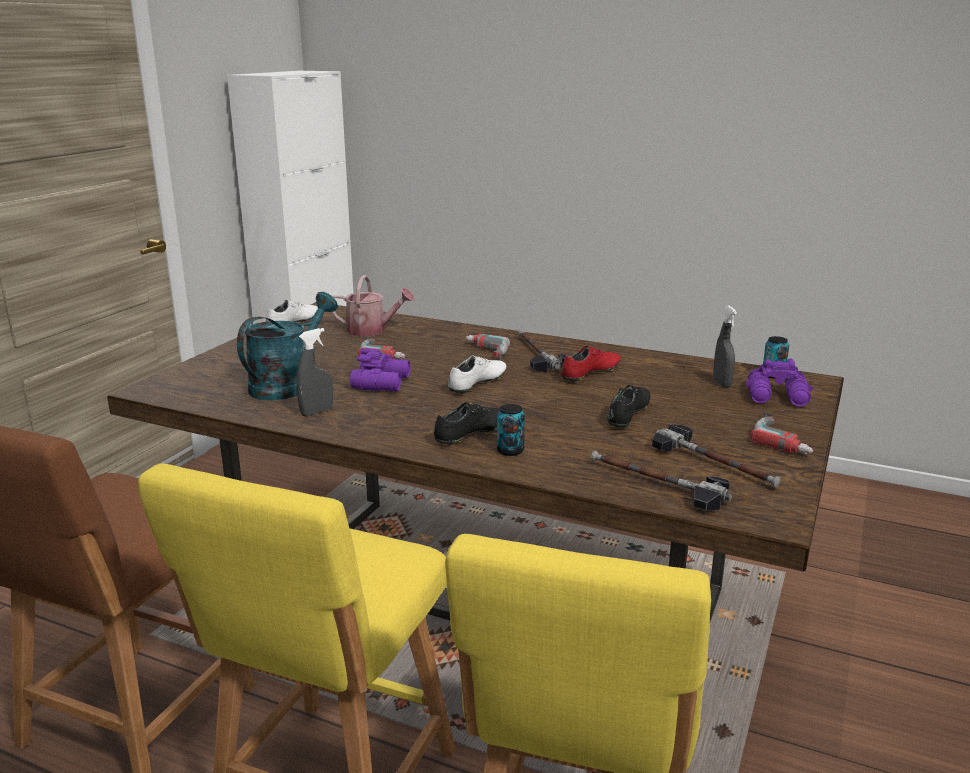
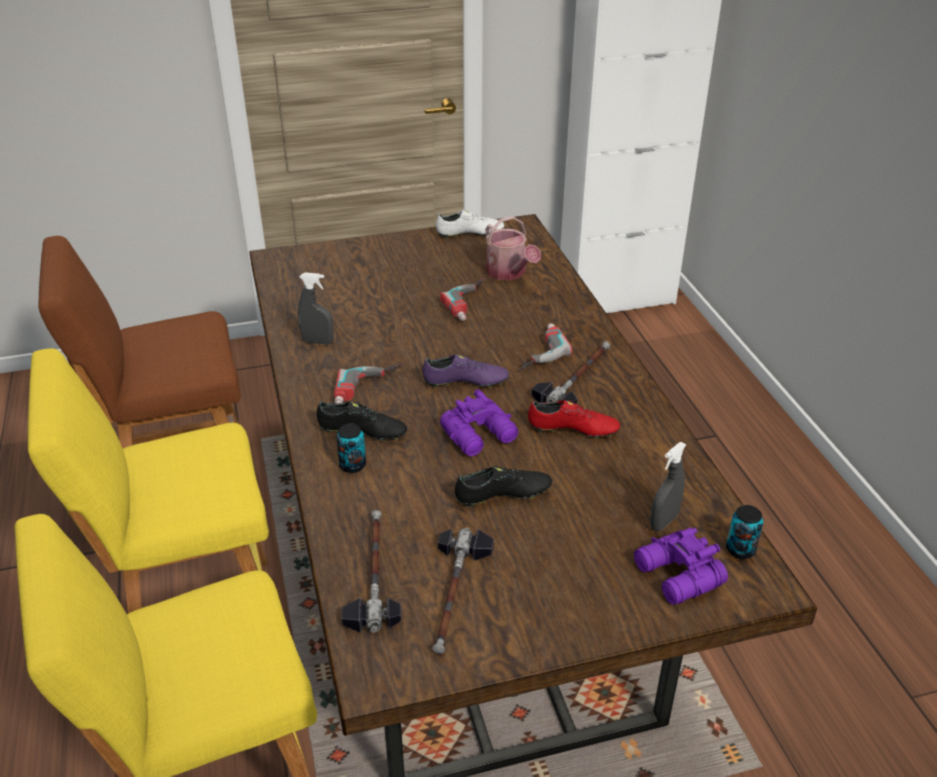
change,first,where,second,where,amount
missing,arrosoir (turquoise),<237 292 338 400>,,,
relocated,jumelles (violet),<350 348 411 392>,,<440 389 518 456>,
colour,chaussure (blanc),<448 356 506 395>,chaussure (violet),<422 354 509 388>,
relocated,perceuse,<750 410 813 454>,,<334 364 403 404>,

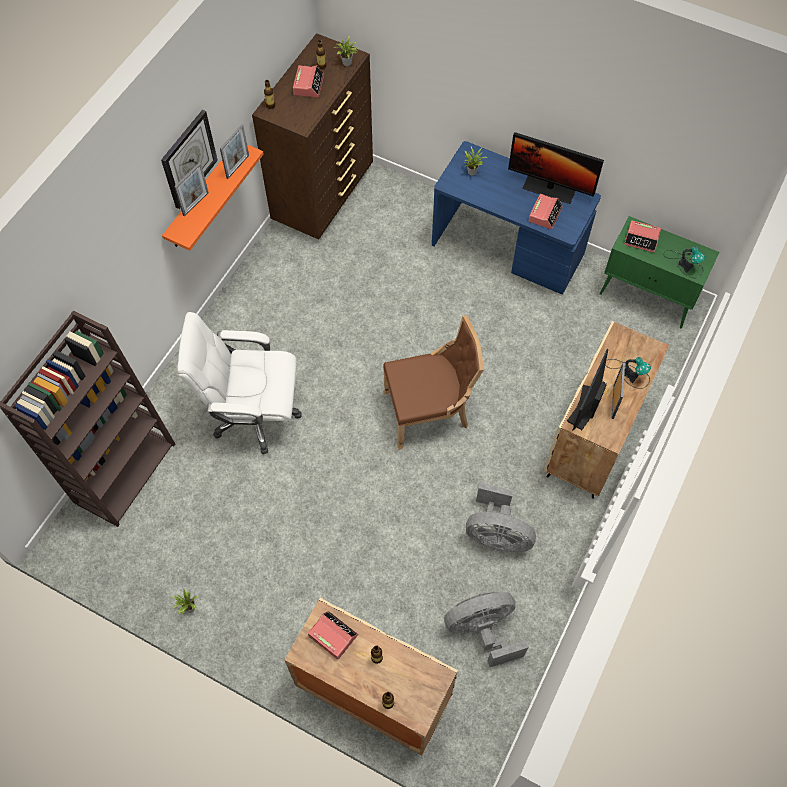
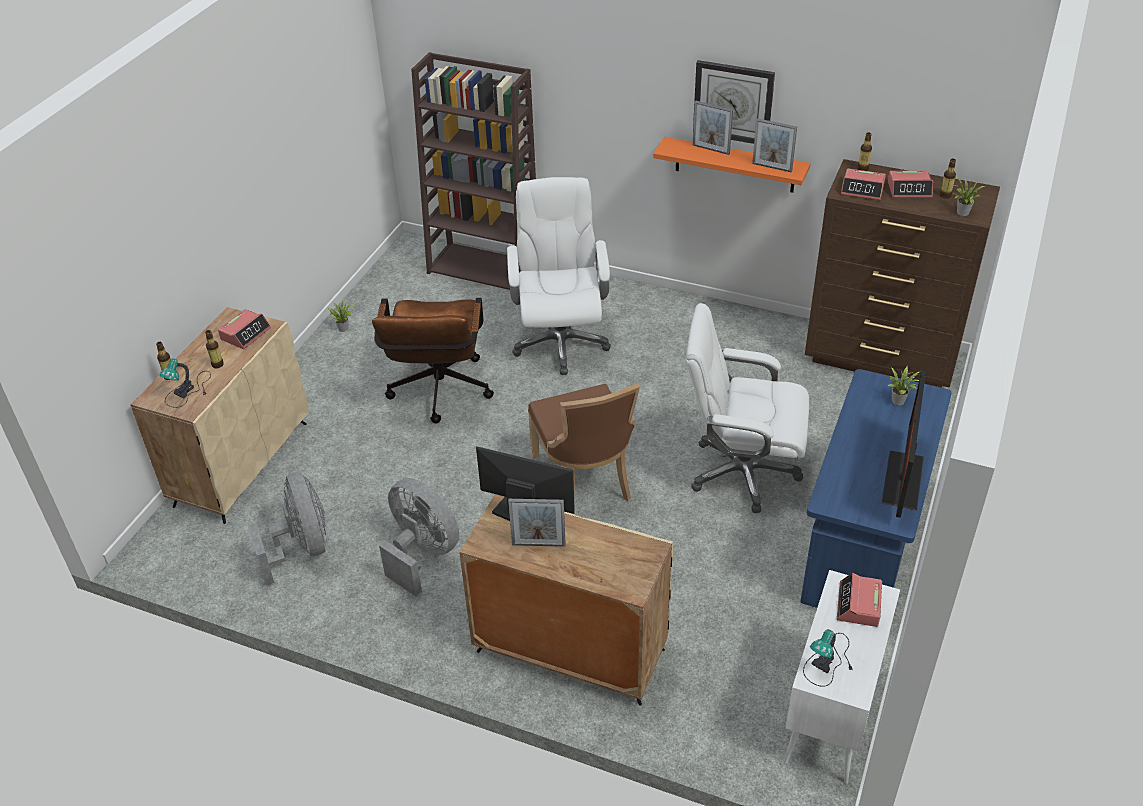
change,first,where,second,where,amount
spun,ventilateur (gris),<466 482 536 552>,,<379 478 459 596>,120 degrees clockwise
relocated,réveil,<529 194 563 229>,,<841 168 886 200>,
colour,meuble de rangement (vert),<600 216 719 328>,meuble de rangement (blanc),<784 570 900 784>,
relocated,lampe de table,<605 357 651 389>,,<160 358 211 408>,
appeared,,,chaise de bureau (marron),<372 298 494 424>,
appeared,,,chaise de bureau (blanc),<686 303 809 513>,

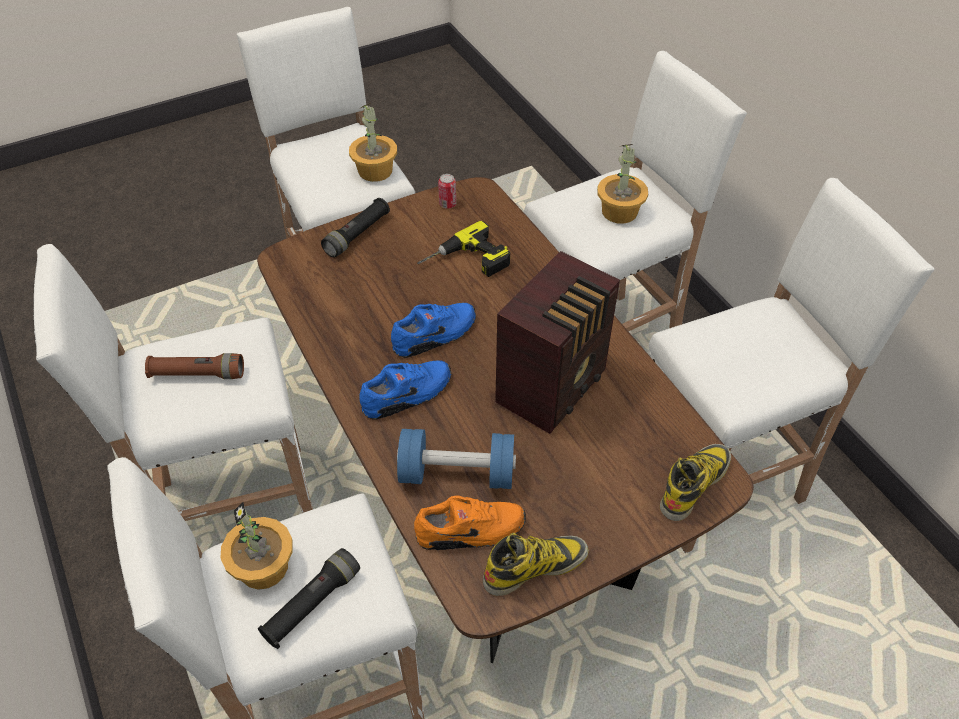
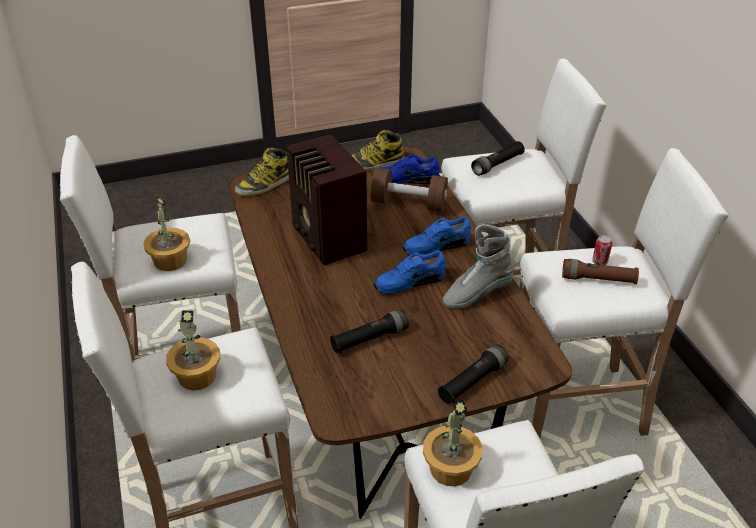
change,first,where,second,where,amount
relocated,plante en pot,<221 502 293 590>,,<143 196 190 271>,
colour,haltère (bleu),<397 429 516 489>,haltère (marron),<371 168 448 212>,
colour,chaussure (orange),<414 496 526 550>,chaussure (bleu),<380 154 440 184>,
exchanged,perceuse,<417 221 510 277>,lampe de poche (noir),<330 309 409 353>,
relocated,boîte métallique,<438 174 456 208>,,<592 235 612 265>,
spun,radio,<495 251 620 434>,,<286 135 367 266>,75 degrees counterclockwise
appeared,,,botte (gris),<443 224 515 309>,

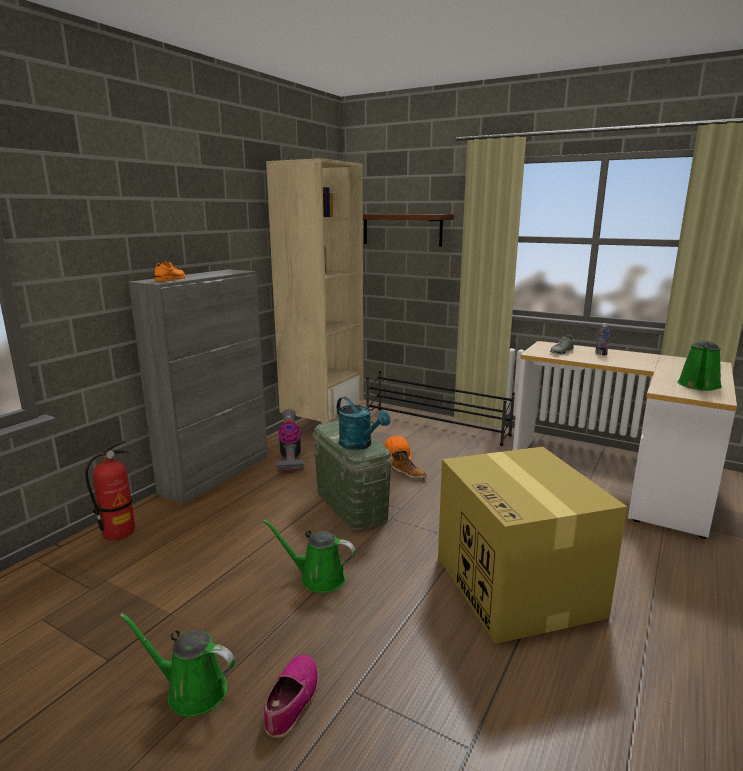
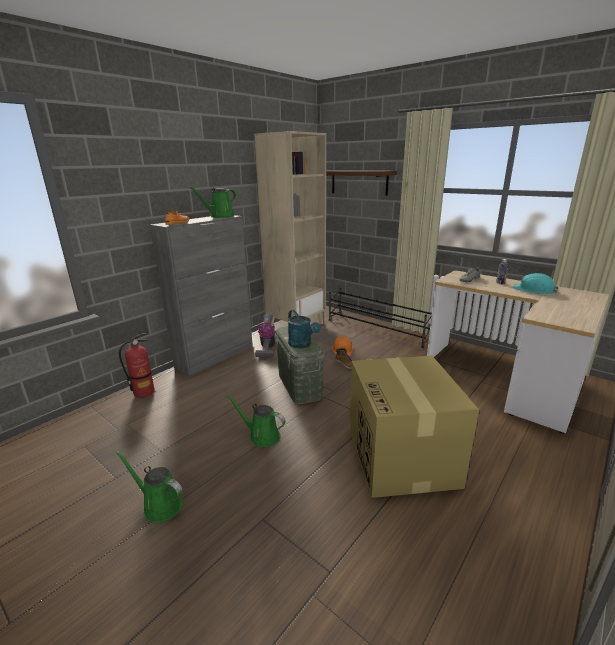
change,first,where,second,where,amount
missing,chaussure,<264 654 319 738>,,,
relocated,arrosoir (vert),<677 341 722 391>,,<189 186 236 218>,
appeared,,,casque de chantier (turquoise),<513 273 559 294>,

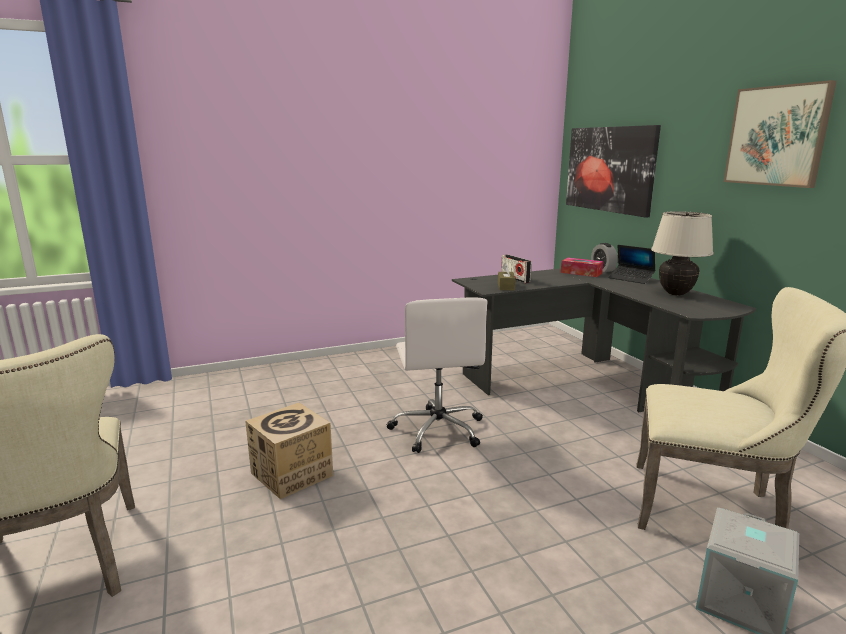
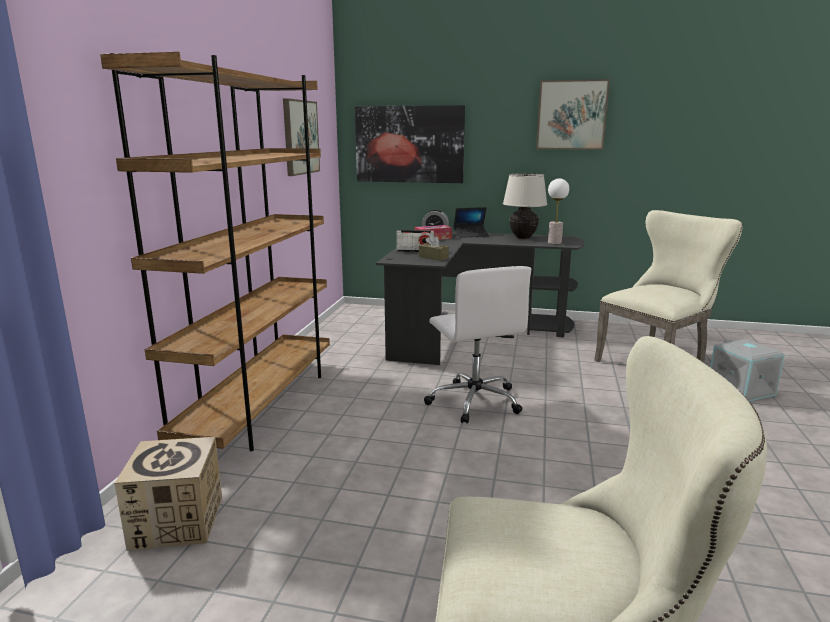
change,first,where,second,where,amount
relocated,carton,<245 403 333 499>,,<114 437 222 551>,
spun,chaise de bureau (blanc),<387 297 488 453>,,<424 266 531 424>,45 degrees clockwise
appeared,,,bibliothèque (marron),<100 52 330 451>,
appeared,,,tableau,<283 98 320 176>,
appeared,,,lampe de table,<548 178 569 244>,

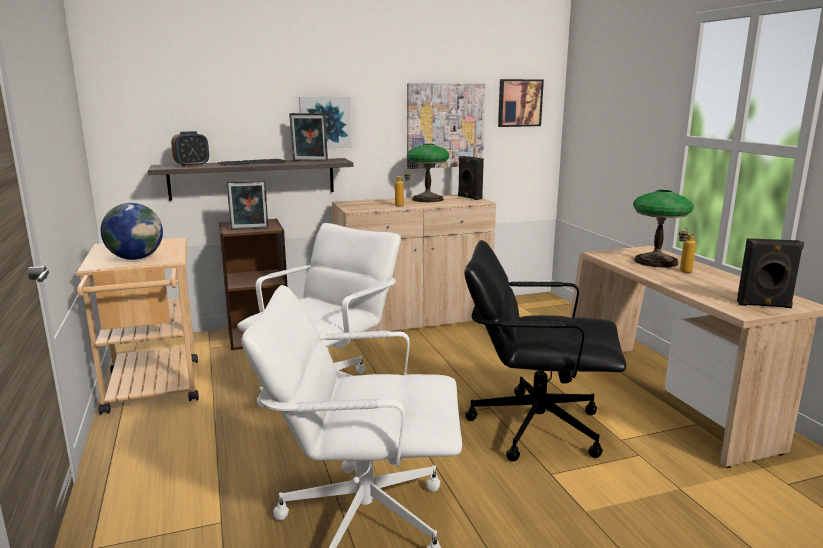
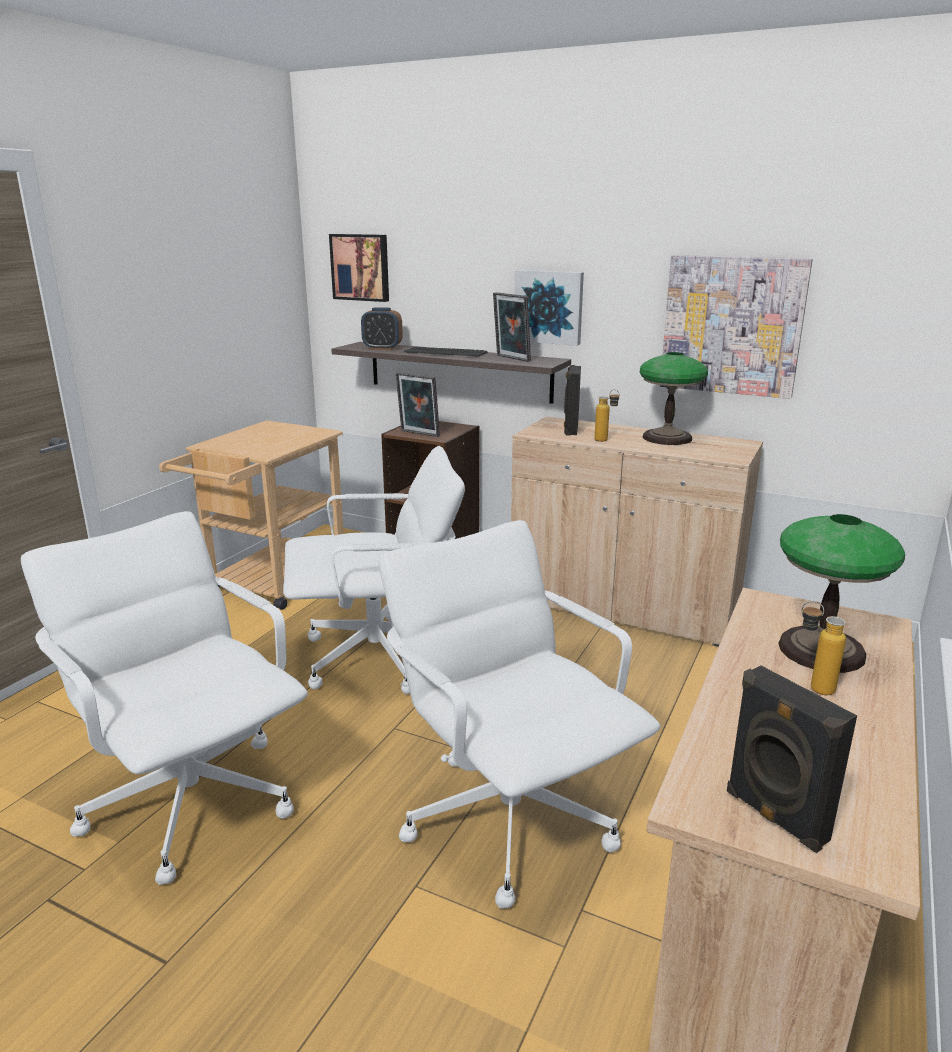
change,first,where,second,where,amount
missing,globe,<101 203 163 260>,,,
relocated,enceinte (noir),<458 156 484 200>,,<564 365 581 436>,
colour,chaise de bureau (noir),<464 240 626 462>,chaise de bureau (blanc),<378 520 660 909>,
relocated,tableau,<498 79 544 127>,,<329 234 389 302>,

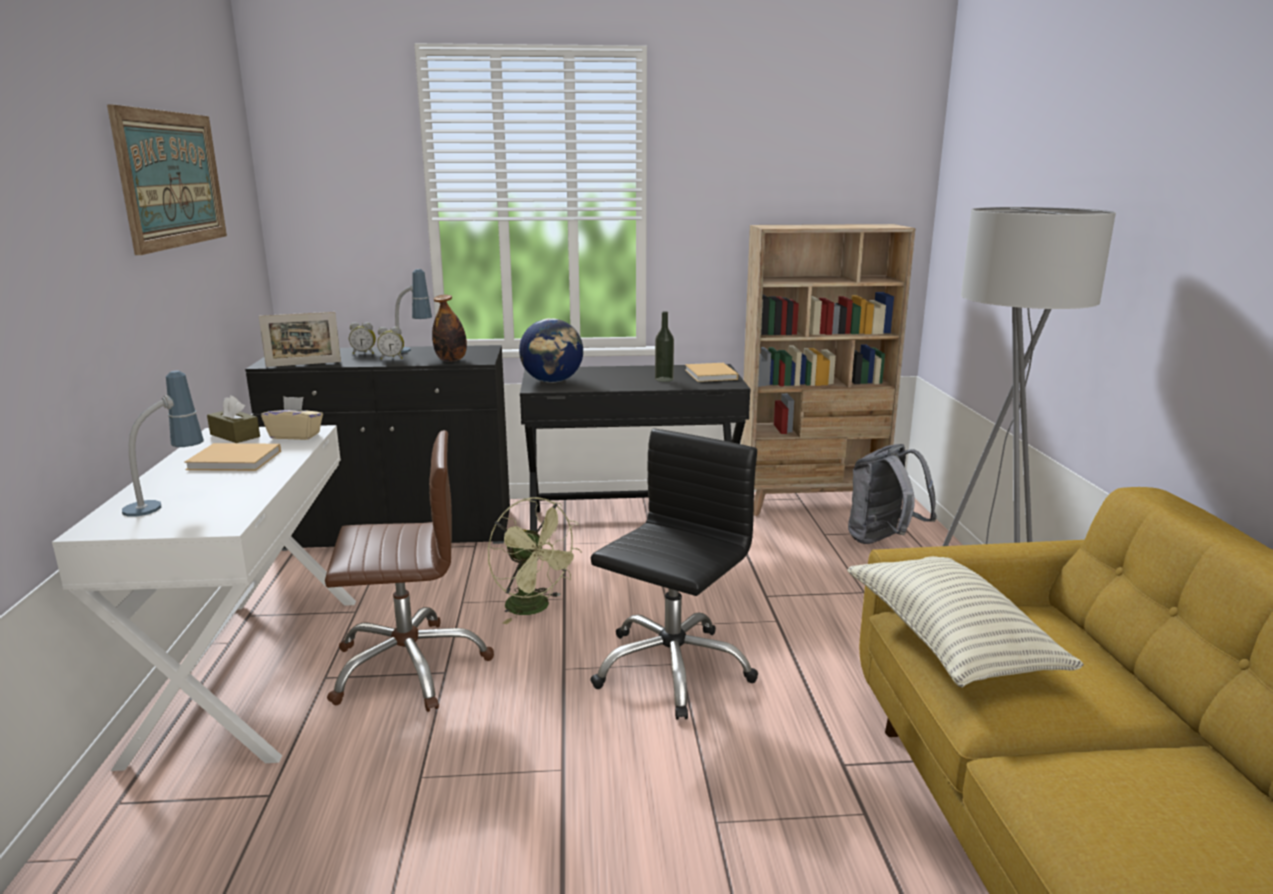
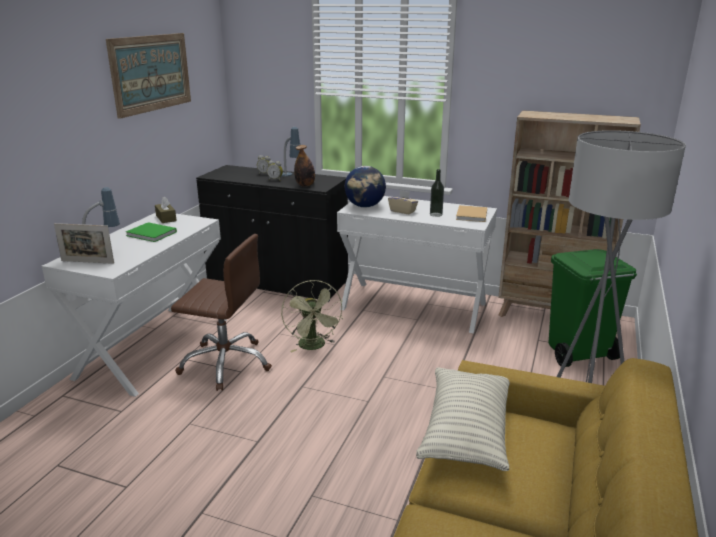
change,first,where,second,where,amount
colour,livre (beige),<184 443 281 471>,livre (vert),<126 222 177 242>,
relocated,cadre photo,<259 312 341 367>,,<54 223 114 264>,
relocated,boîte à mouchoirs (beige),<261 396 323 440>,,<388 190 418 214>,
colour,bureau (noir),<520 364 751 532>,bureau (blanc),<337 196 497 333>,
missing,chaise de bureau (noir),<590 429 758 720>,,,
exchanged,sac à dos (gris),<848 444 937 544>,poubelle (vert),<549 249 637 367>,

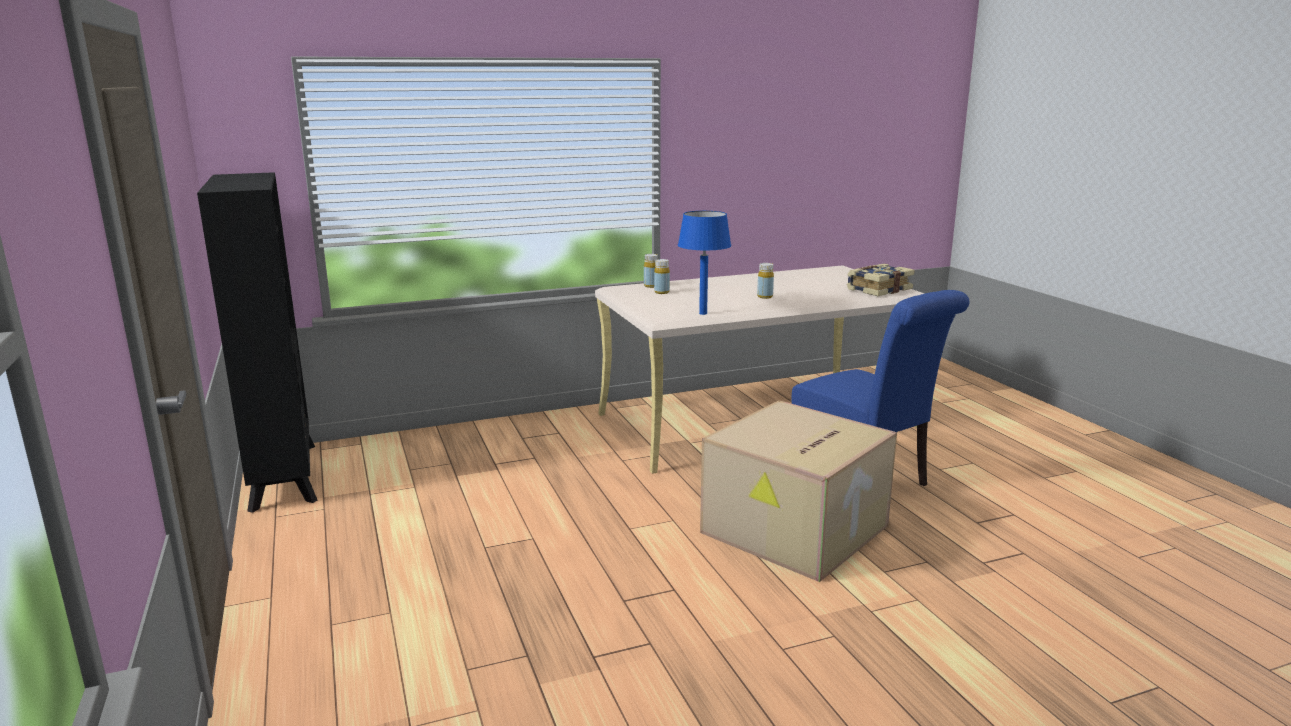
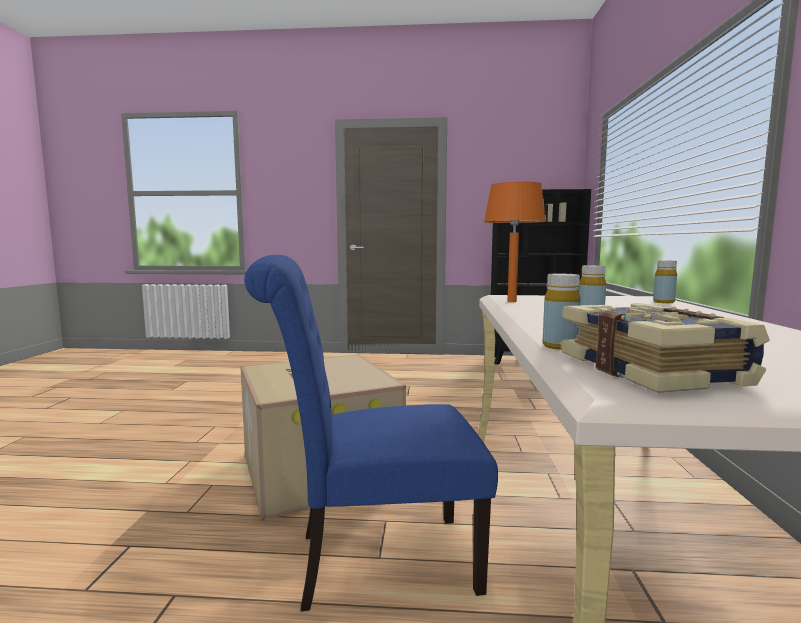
change,first,where,second,where,amount
relocated,bouteille (jaune),<654 259 670 294>,,<543 274 581 350>,
colour,lampe de table (bleu),<678 211 731 315>,lampe de table (orange),<484 182 547 302>,

